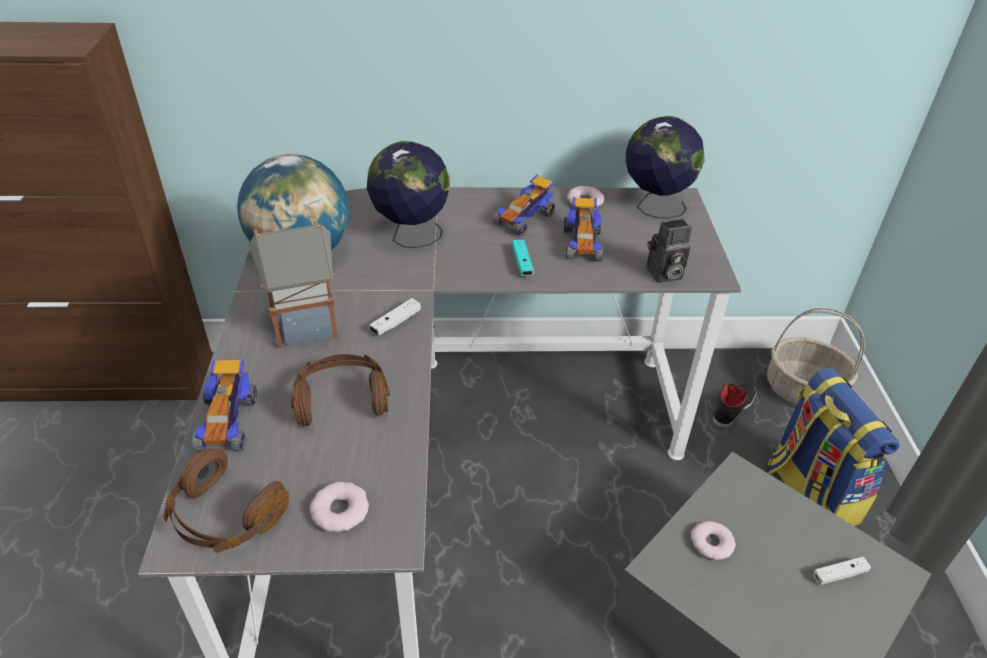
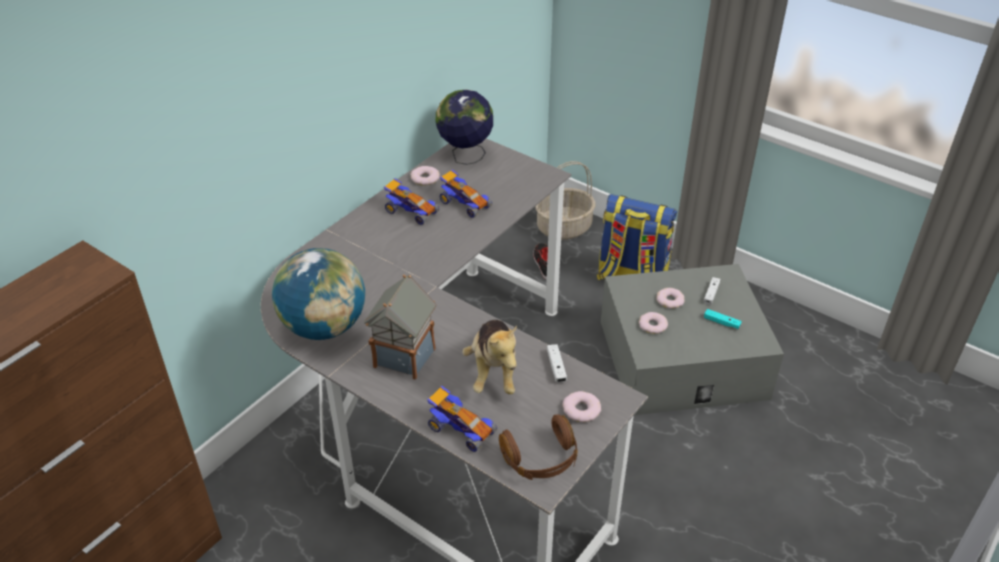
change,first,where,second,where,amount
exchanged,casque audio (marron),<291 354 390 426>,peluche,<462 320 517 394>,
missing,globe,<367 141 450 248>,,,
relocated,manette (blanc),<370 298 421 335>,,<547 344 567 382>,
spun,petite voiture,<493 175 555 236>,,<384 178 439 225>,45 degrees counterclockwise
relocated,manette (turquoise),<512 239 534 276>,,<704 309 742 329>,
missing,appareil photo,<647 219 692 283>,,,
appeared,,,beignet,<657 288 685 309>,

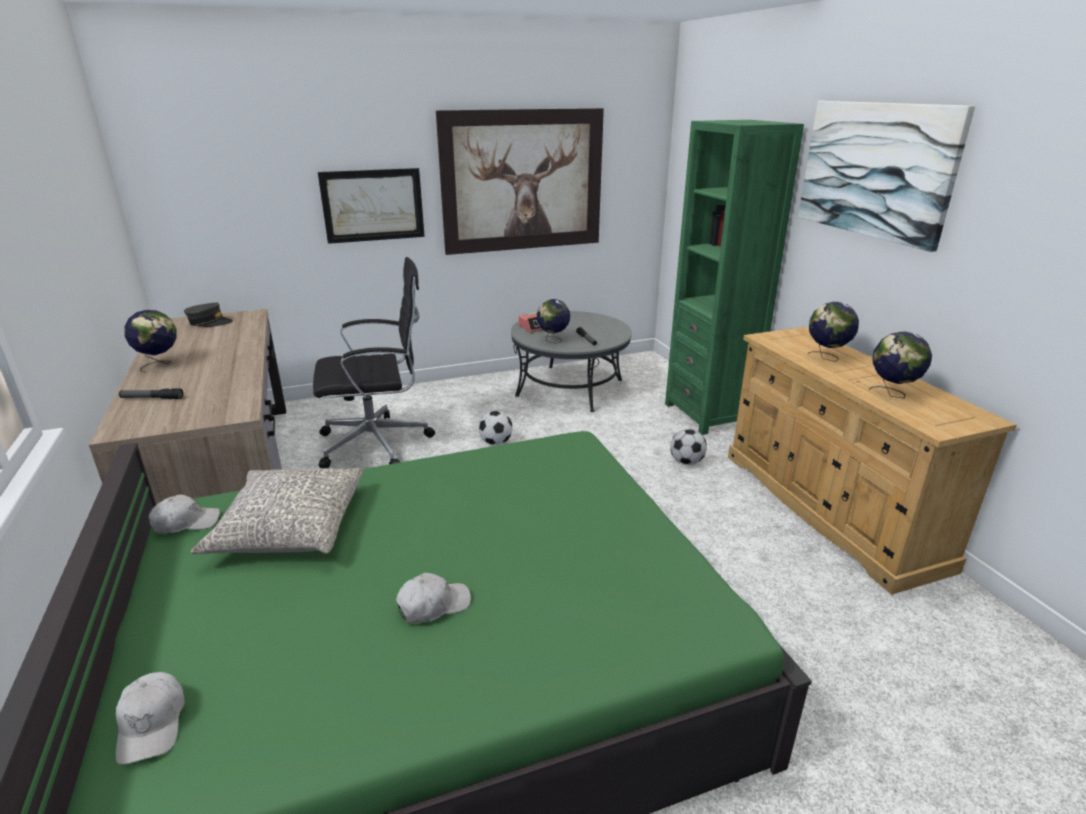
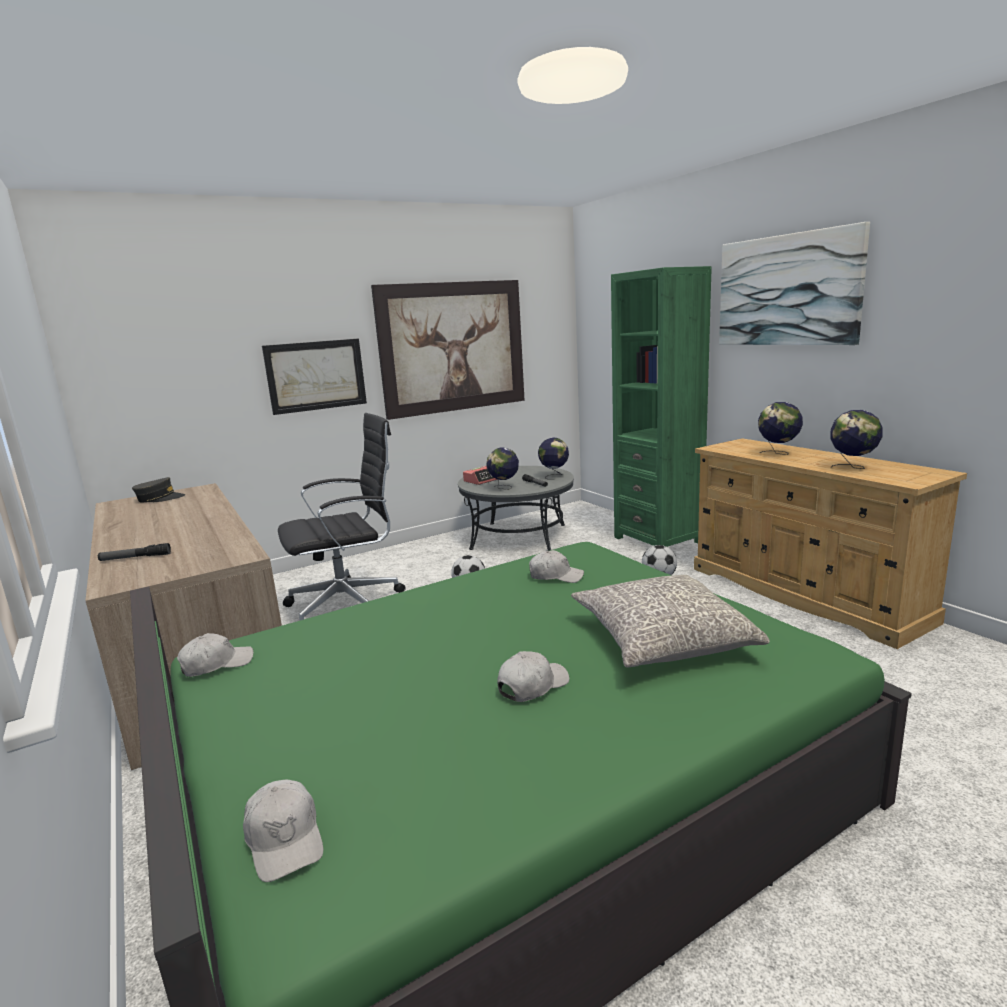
change,first,where,second,where,amount
relocated,globe,<124 310 177 372>,,<538 438 569 480>,
relocated,coussin (gris),<191 468 364 554>,,<571 575 770 668>,
appeared,,,casquette (blanc),<529 550 584 583>,

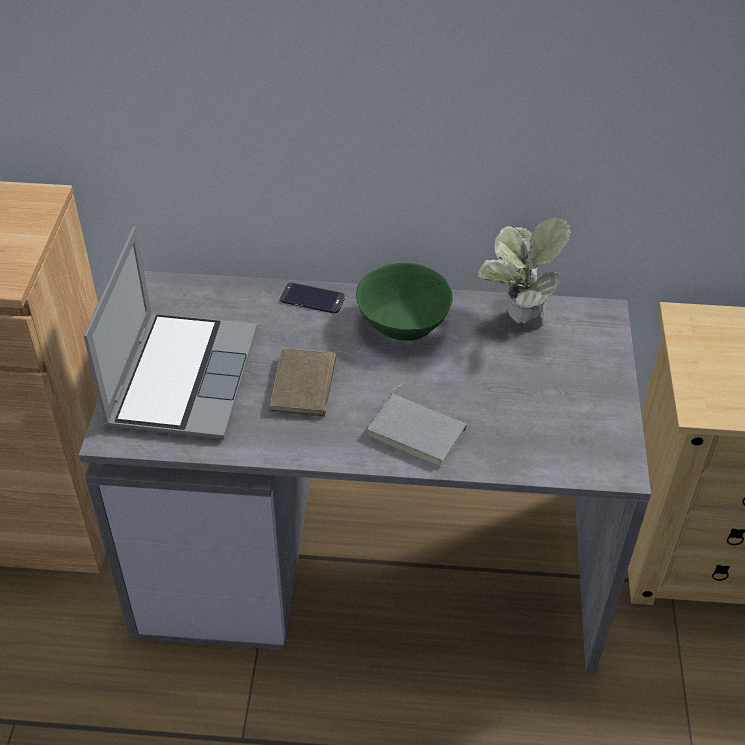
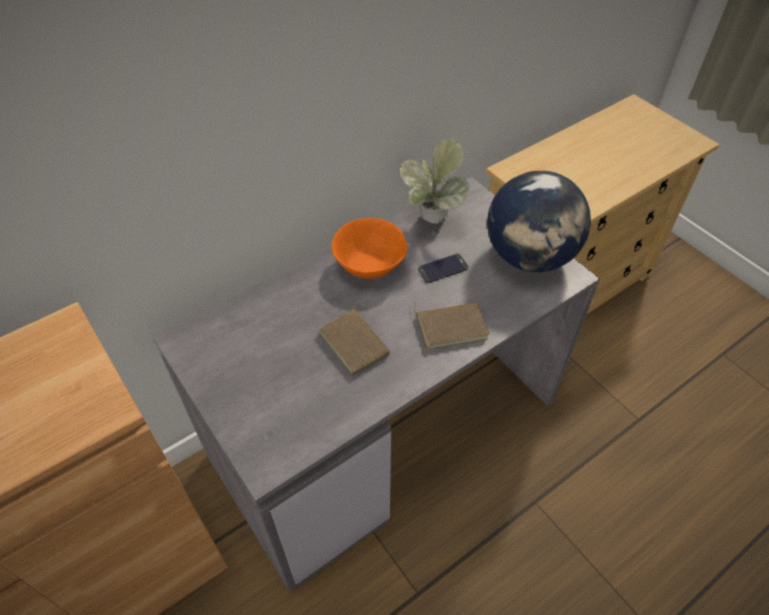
change,first,where,second,where,amount
missing,ordinateur portable,<83 226 257 440>,,,
relocated,téléphone,<280 283 345 313>,,<418 254 468 283>,
colour,bol (vert),<356 263 453 341>,bol (orange),<332 218 408 279>,
colour,livre (gris),<365 383 467 468>,livre (marron),<414 302 490 350>,
appeared,,,globe,<487 171 591 272>,

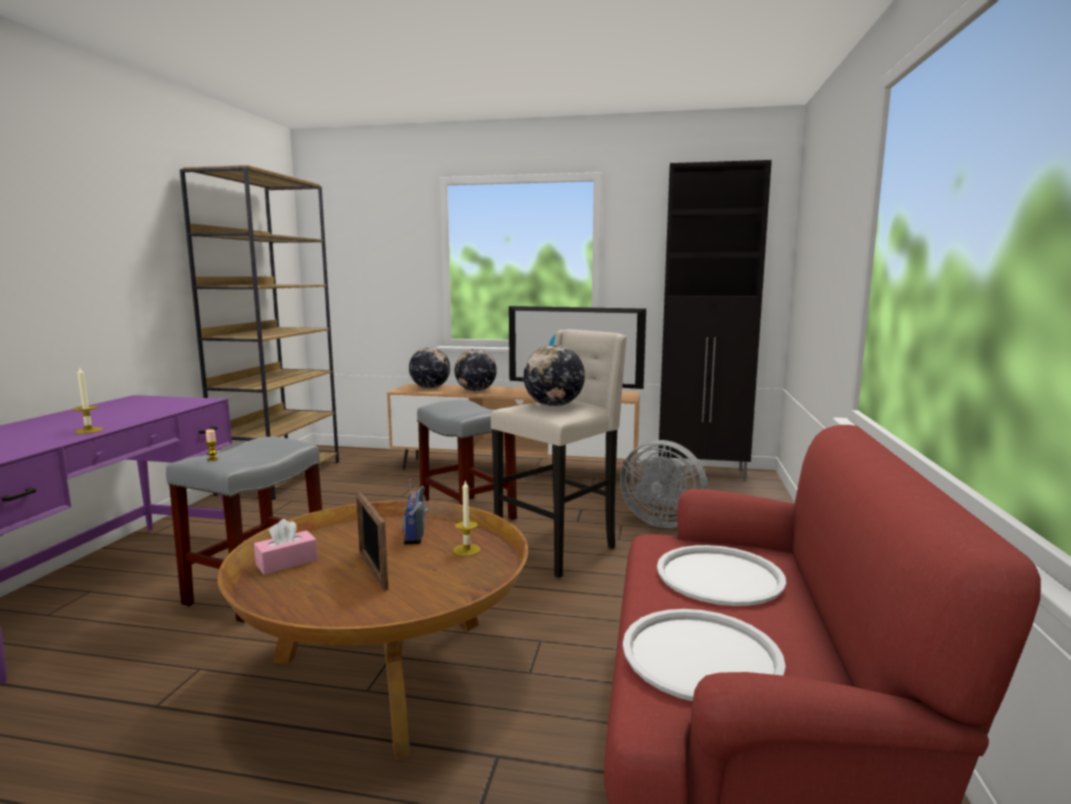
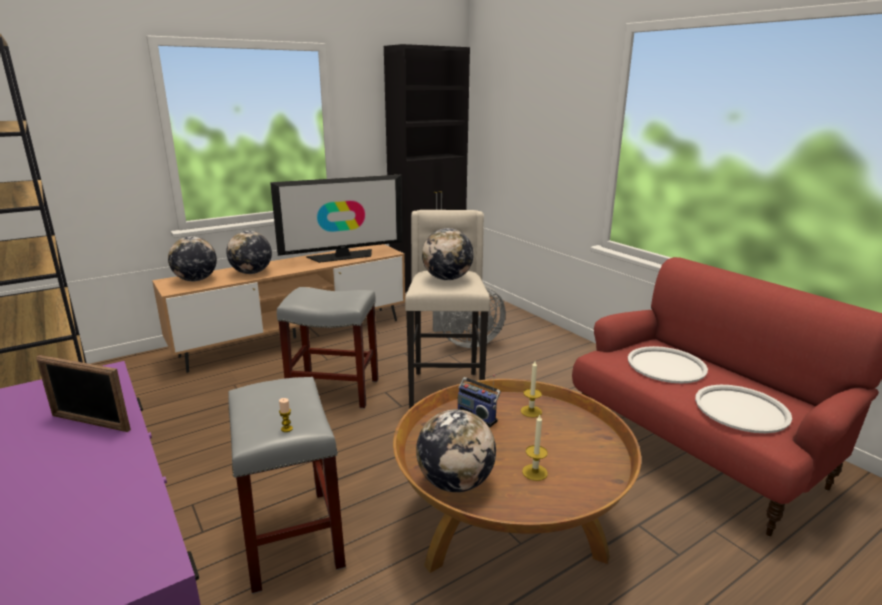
change,first,where,second,where,amount
relocated,bougie,<73 366 103 434>,,<522 415 548 481>,
exchanged,boîte à mouchoirs (rose),<254 519 318 575>,globe,<416 409 496 492>,
relocated,cadre photo,<356 492 389 591>,,<36 355 131 432>,

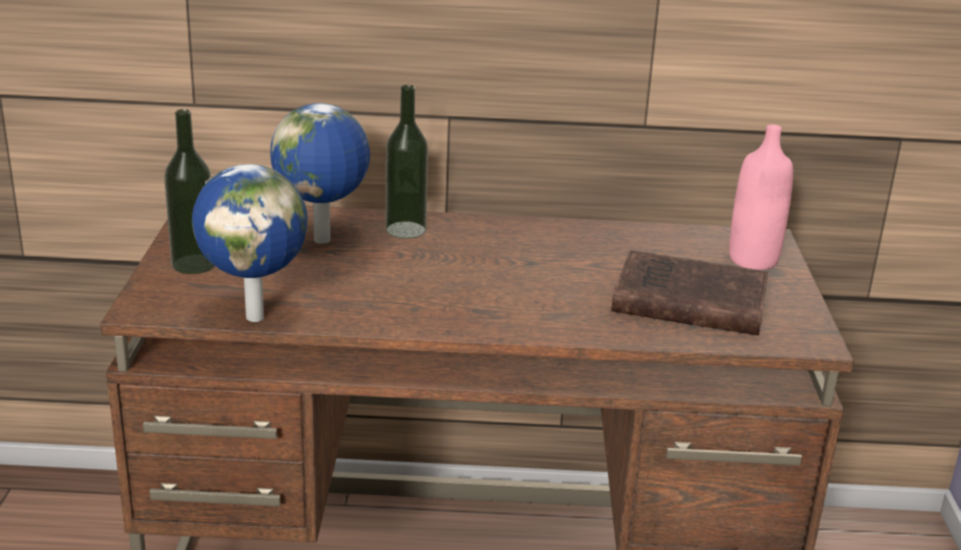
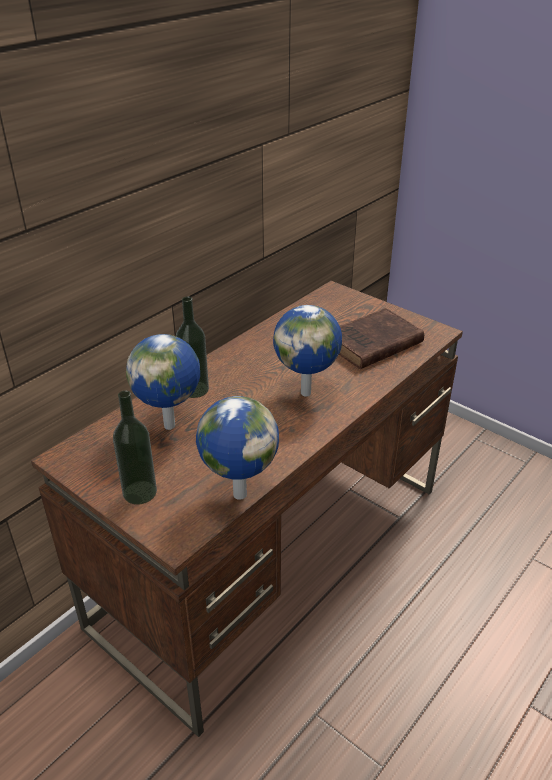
change,first,where,second,where,amount
missing,bouteille (rose),<729 125 793 270>,,,
appeared,,,globe,<273 305 342 397>,

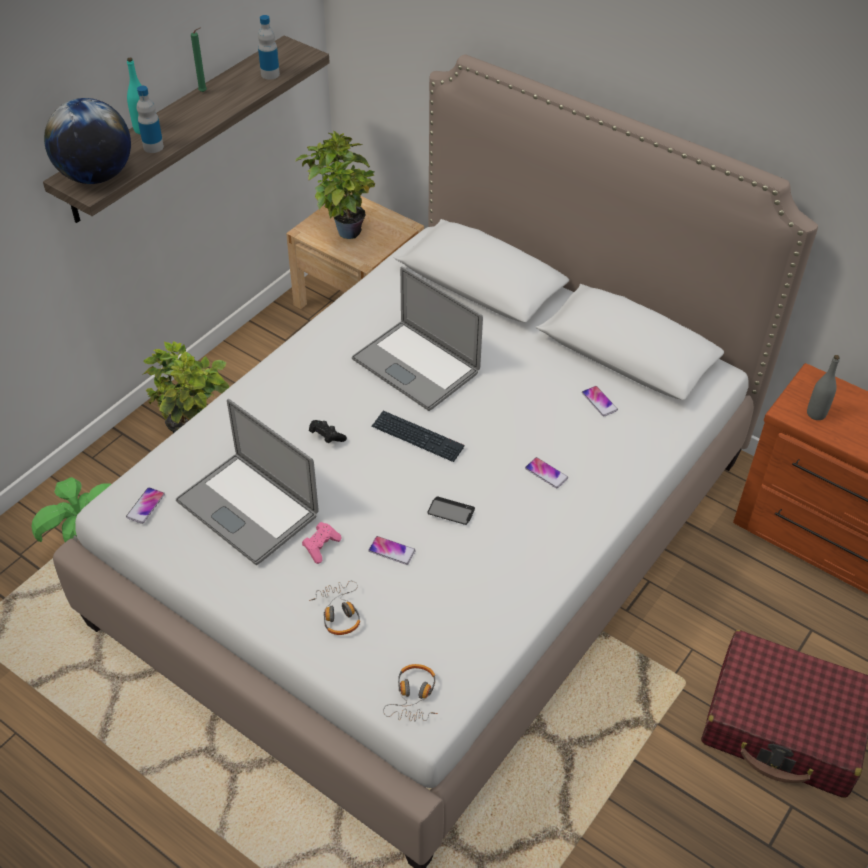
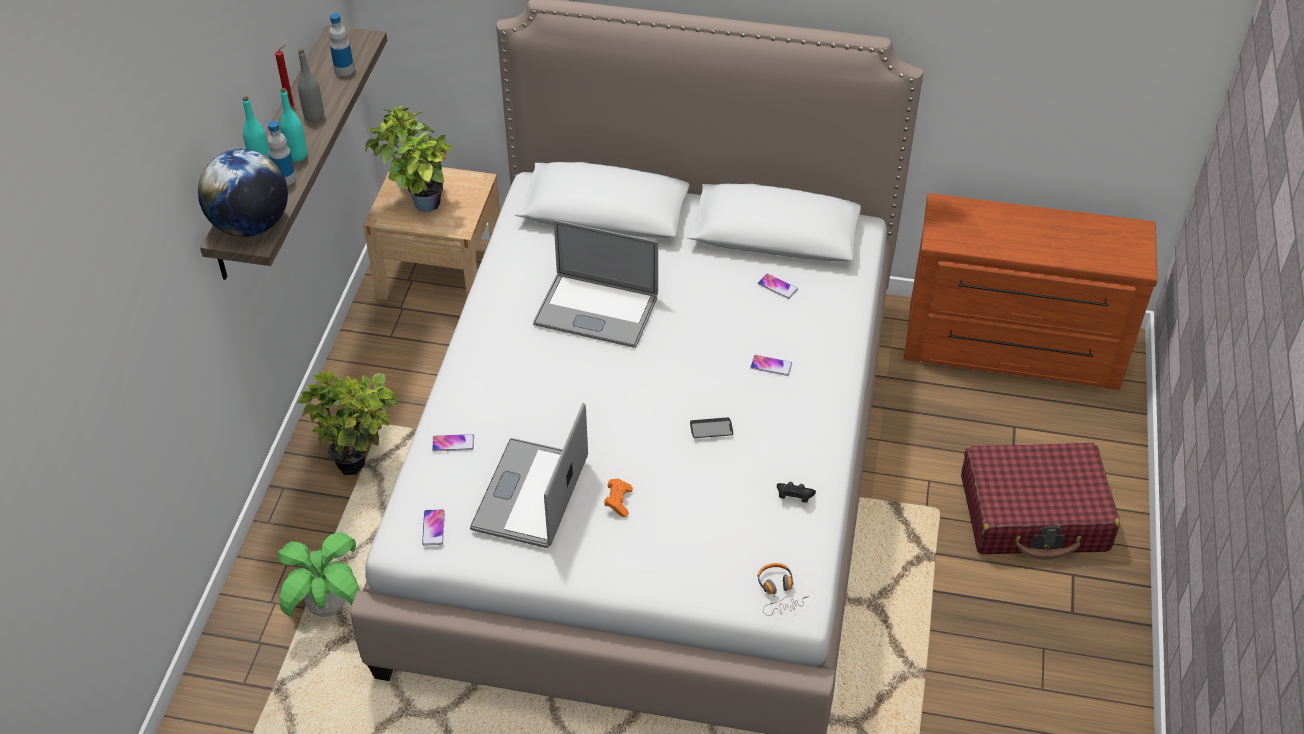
change,first,where,second,where,amount
spun,ordinateur portable,<176 399 319 565>,,<470 403 588 548>,90 degrees clockwise
colour,bougie (vert),<191 27 207 92>,bougie (rouge),<275 45 295 108>,
colour,manette (rose),<302 522 341 564>,manette (orange),<604 479 633 518>,
relocated,manette (noir),<309 420 347 443>,,<777 482 816 503>,
missing,casque audio,<309 581 360 635>,,,
relocated,téléphone,<368 536 416 565>,,<432 434 474 451>,
missing,clavier,<371 411 464 462>,,,
relocated,bouteille (gris),<807 355 840 420>,,<298 49 324 122>,
appeared,,,bouteille (turquoise),<280 88 307 162>,

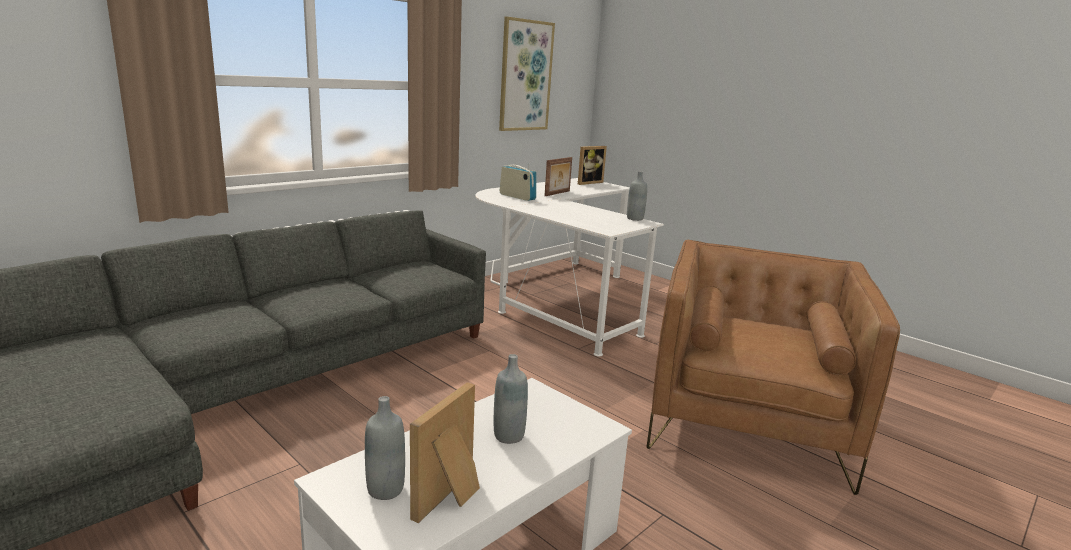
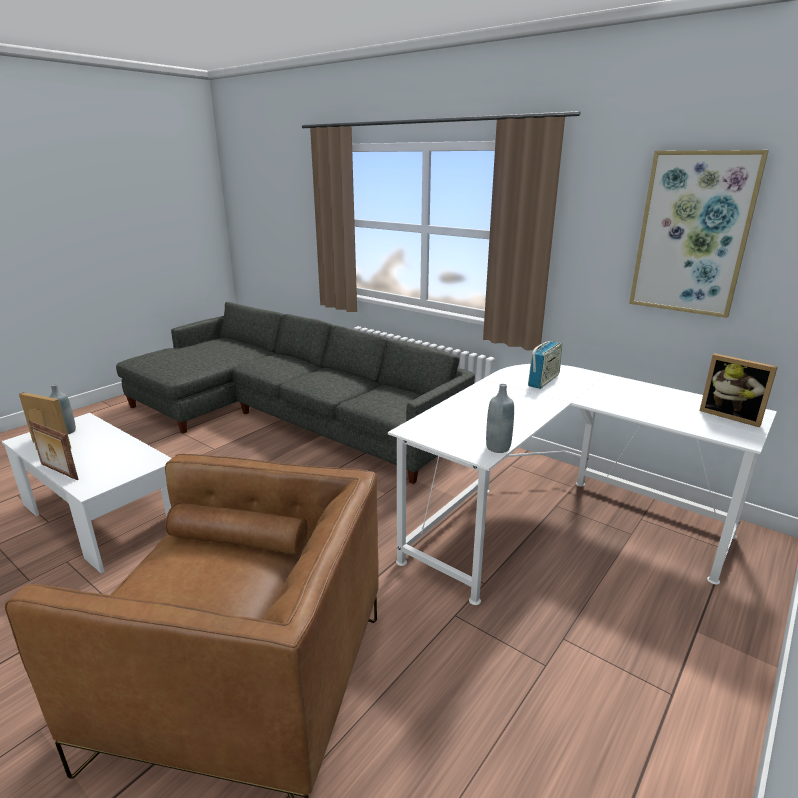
change,first,where,second,where,amount
missing,bouteille (gris),<494 354 528 444>,,,
relocated,cadre photo,<544 157 572 196>,,<29 420 79 480>,

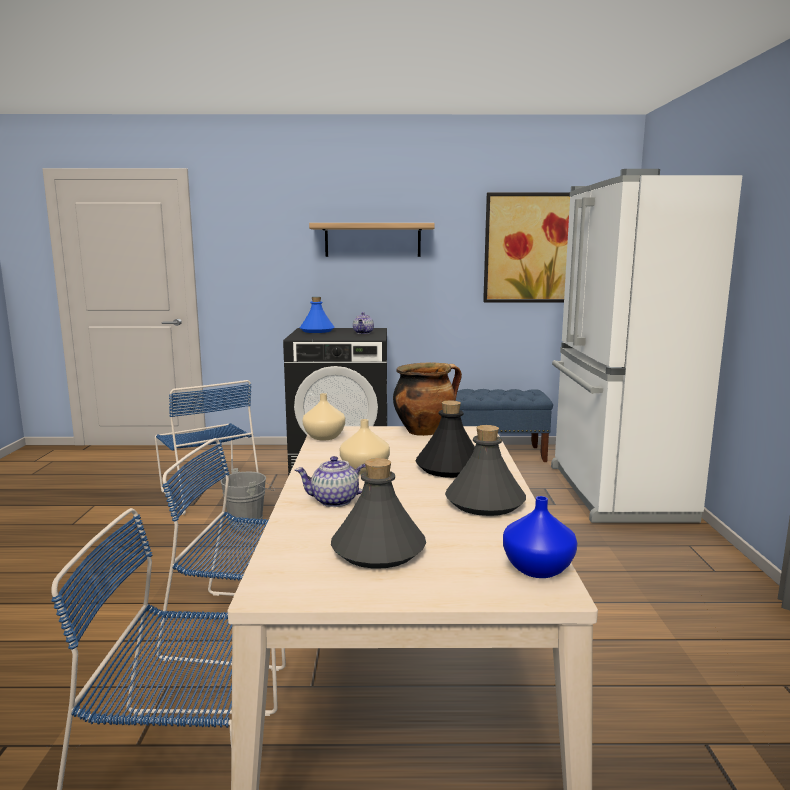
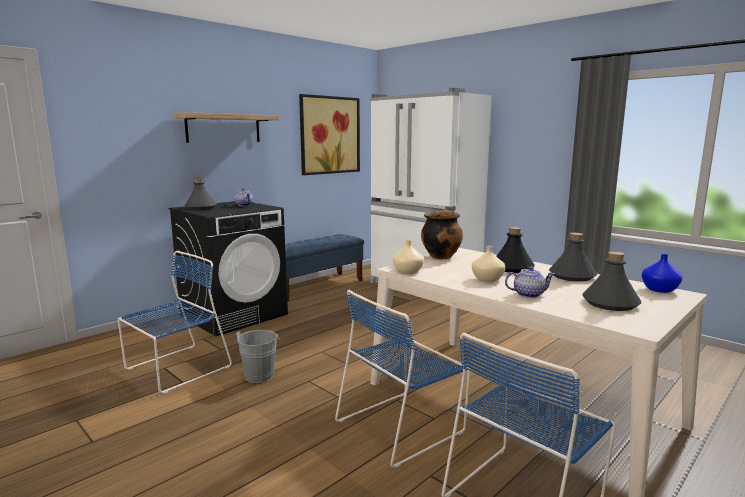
change,first,where,second,where,amount
spun,chaise (bleu),<155 380 259 515>,,<118 251 232 394>,60 degrees counterclockwise
spun,théière,<295 456 366 507>,,<505 266 555 298>,135 degrees counterclockwise
colour,bouteille (bleu),<300 297 334 333>,bouteille (gris),<184 178 217 210>,

